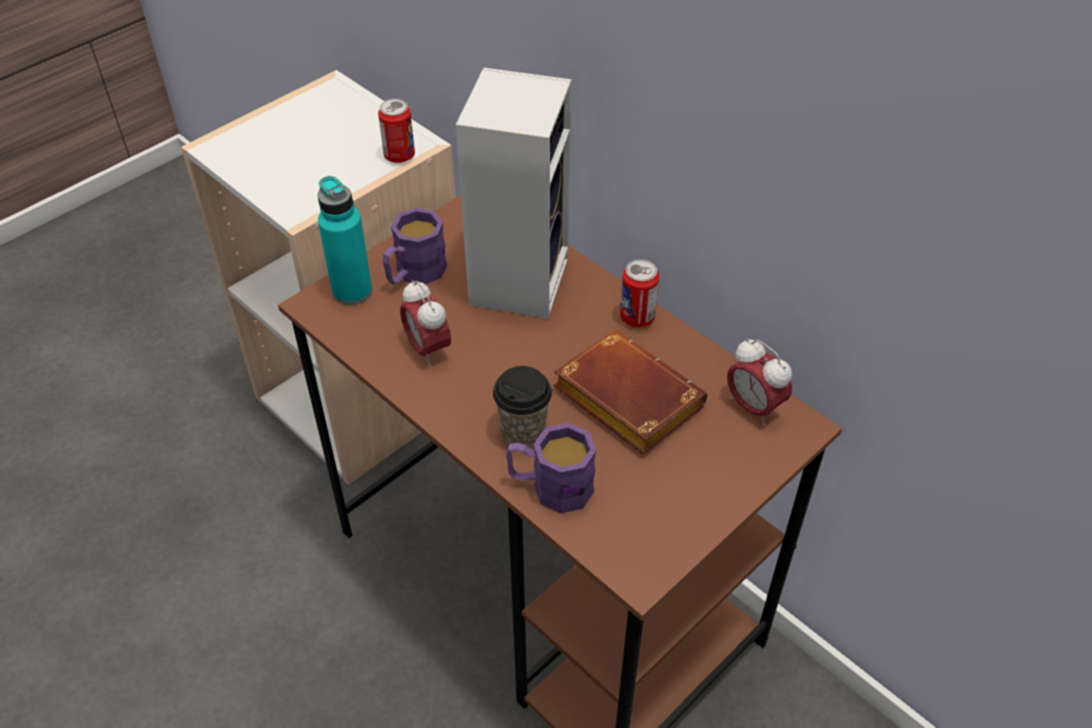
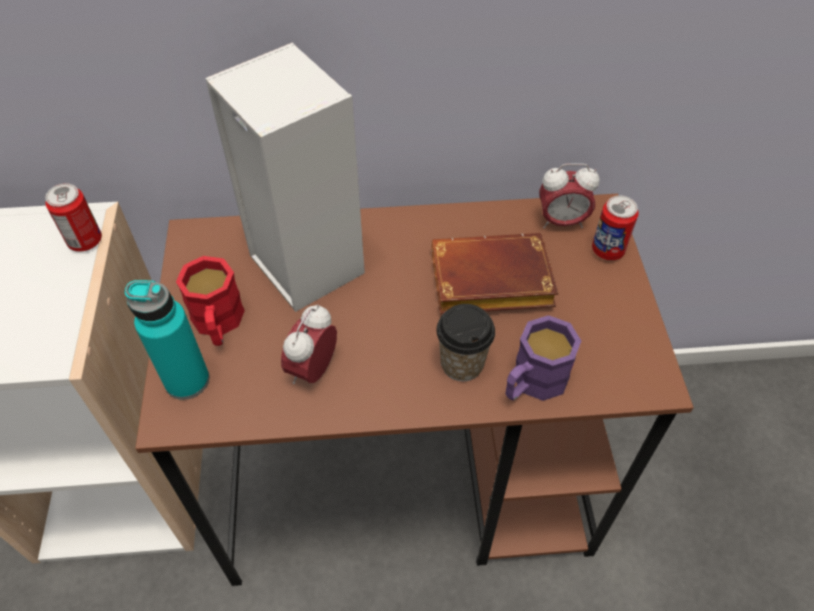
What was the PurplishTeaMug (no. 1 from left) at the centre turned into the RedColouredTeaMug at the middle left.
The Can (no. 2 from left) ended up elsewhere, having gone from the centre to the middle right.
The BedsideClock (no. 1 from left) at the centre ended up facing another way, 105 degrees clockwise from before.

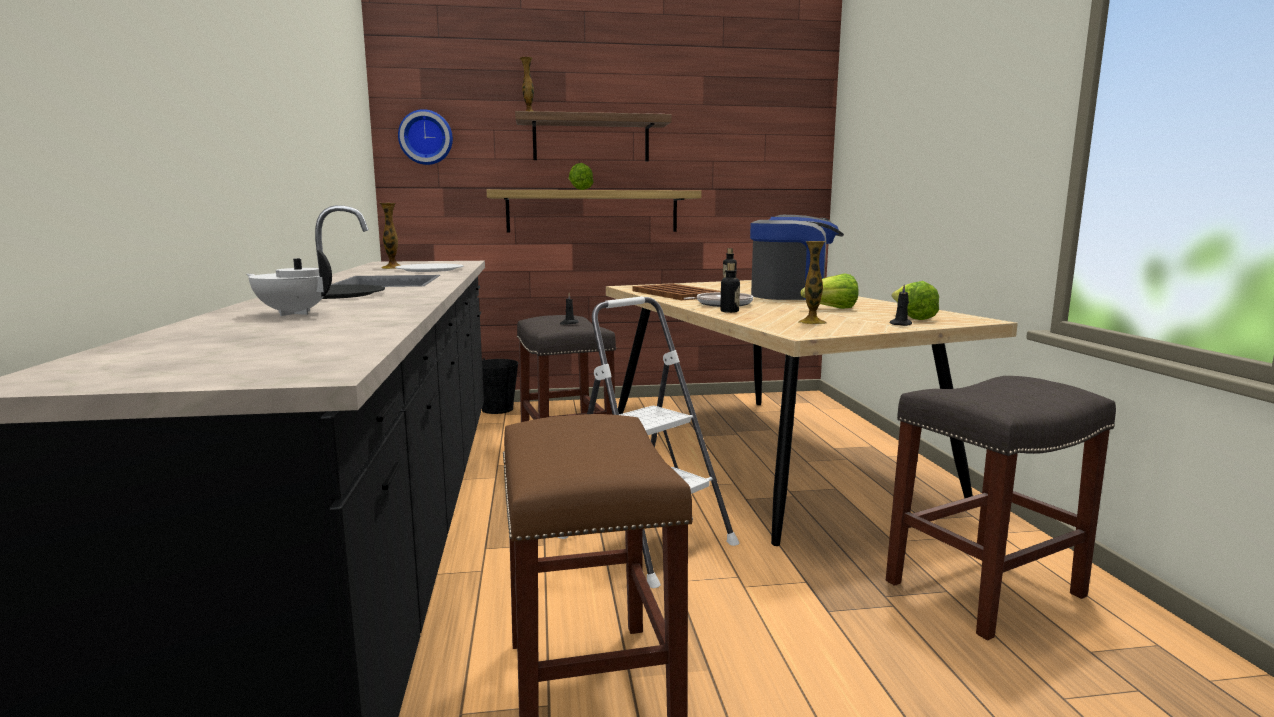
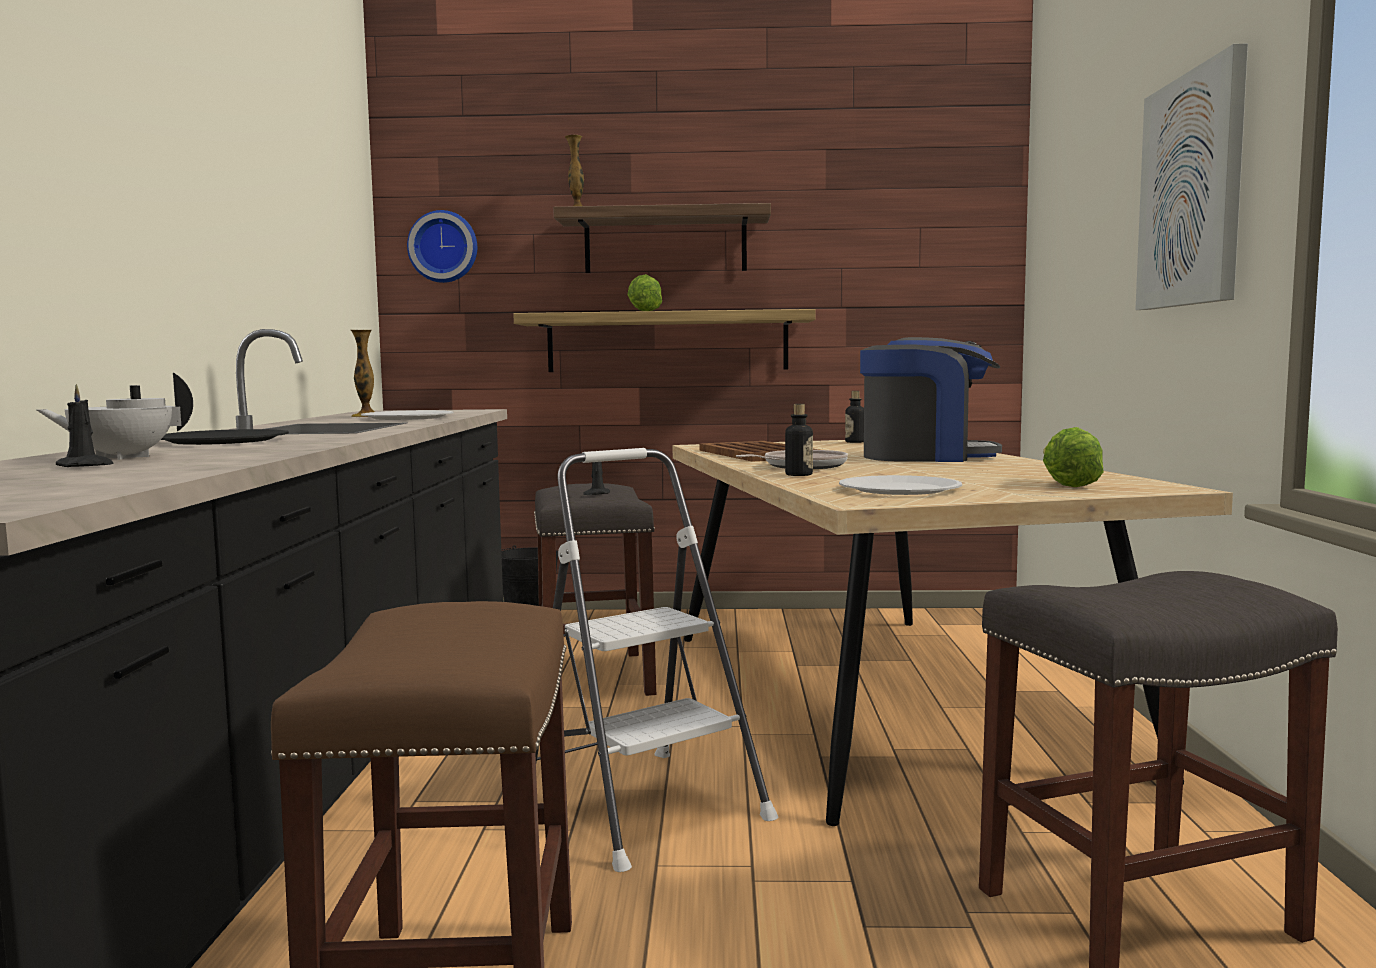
Where the DecorativeVase (no. 3 from left) stood at the centre, the WhiteColouredFlatDish (no. 2 from left) came to stand at the centre.
The WhiteColouredPotForTea at the middle left ended up facing another way, 45 degrees counterclockwise from before.
The second view lost the HeadOfLettuce (no. 2 from left) at the centre.
The BlackishCandle (no. 2 from left in the first image) ended up elsewhere, having gone from the middle right to the middle left.
The second view gained the WallArt at the top right.

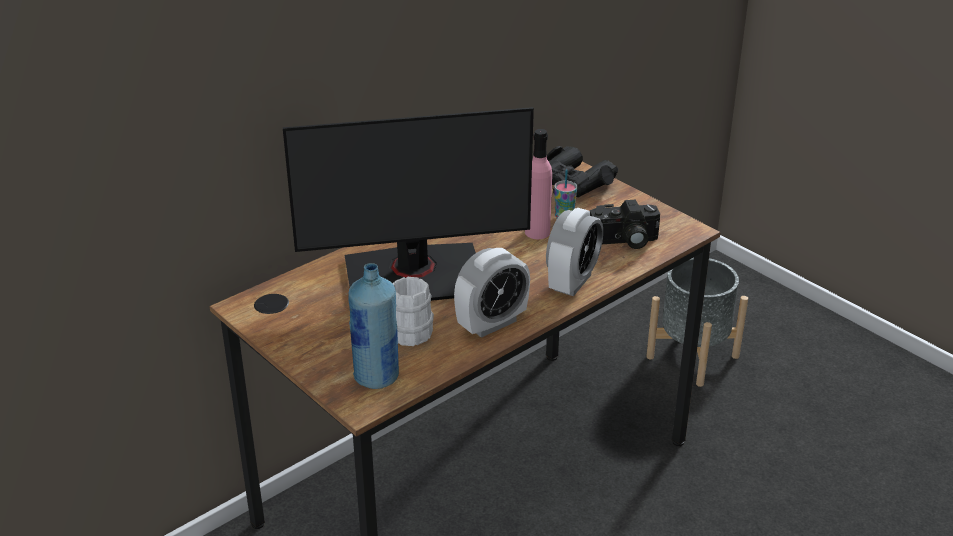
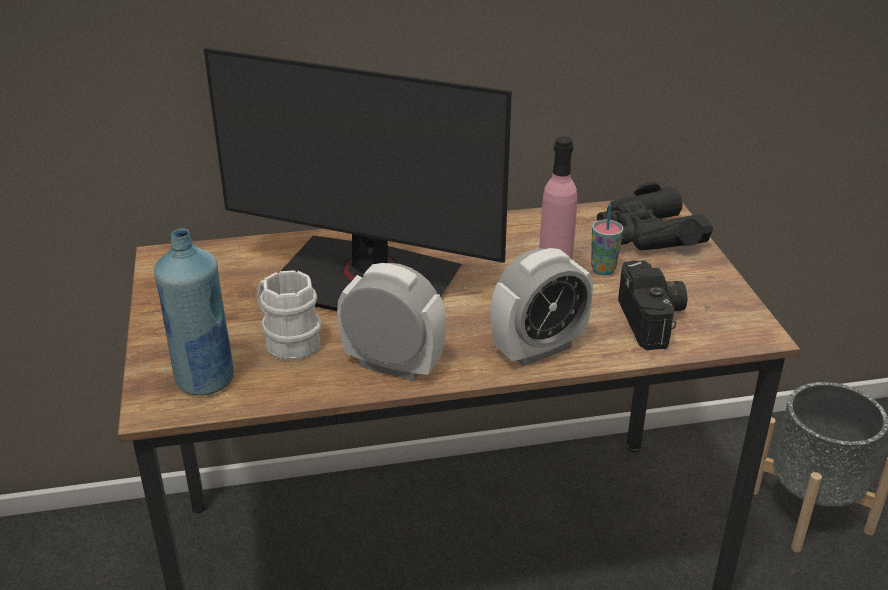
The PhotoCamera at the centre ended up facing another way, 120 degrees counterclockwise from before.
The BedsideClock (no. 1 from left) at the centre ended up facing another way, 150 degrees counterclockwise from before.

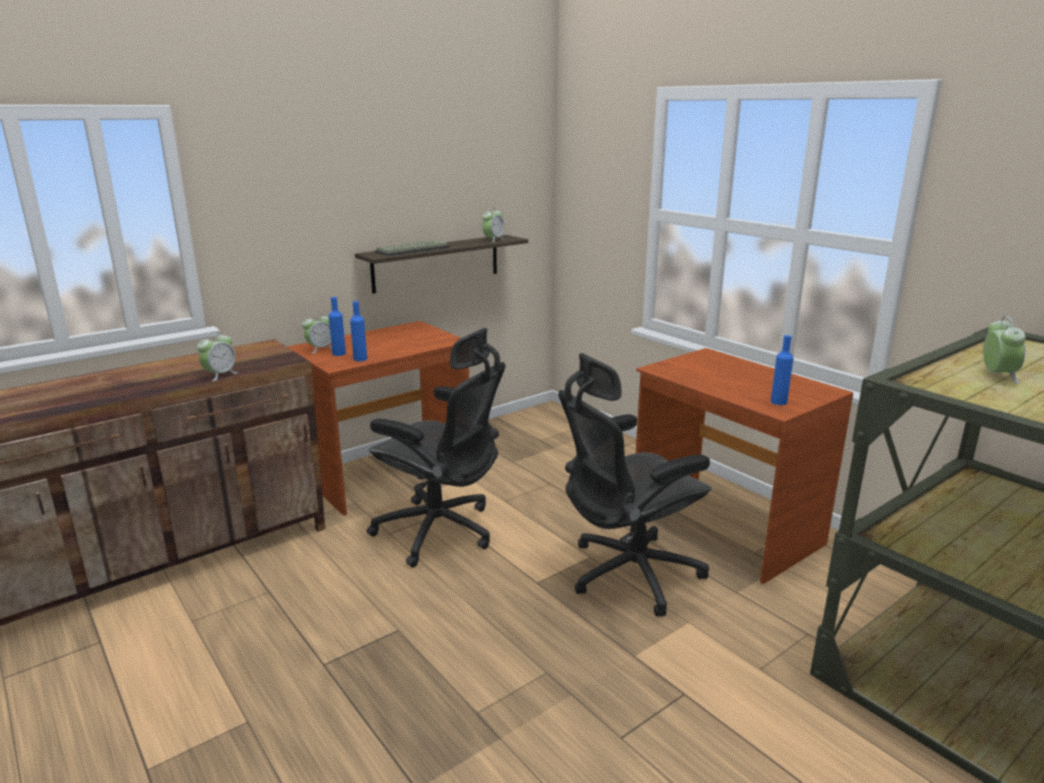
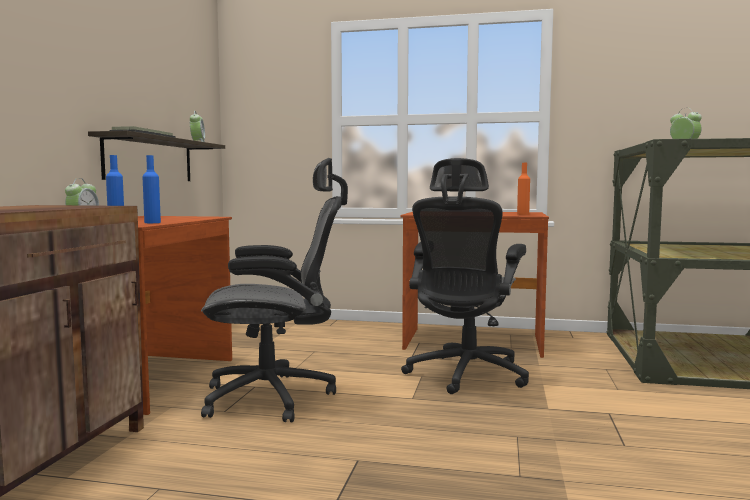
The second view lost the BedsideClock (no. 1 from left) at the middle left.
What was the BlueColouredDrinkBottle (no. 3 from left) at the middle right turned into the OrangeyDrinkBottle at the middle right.

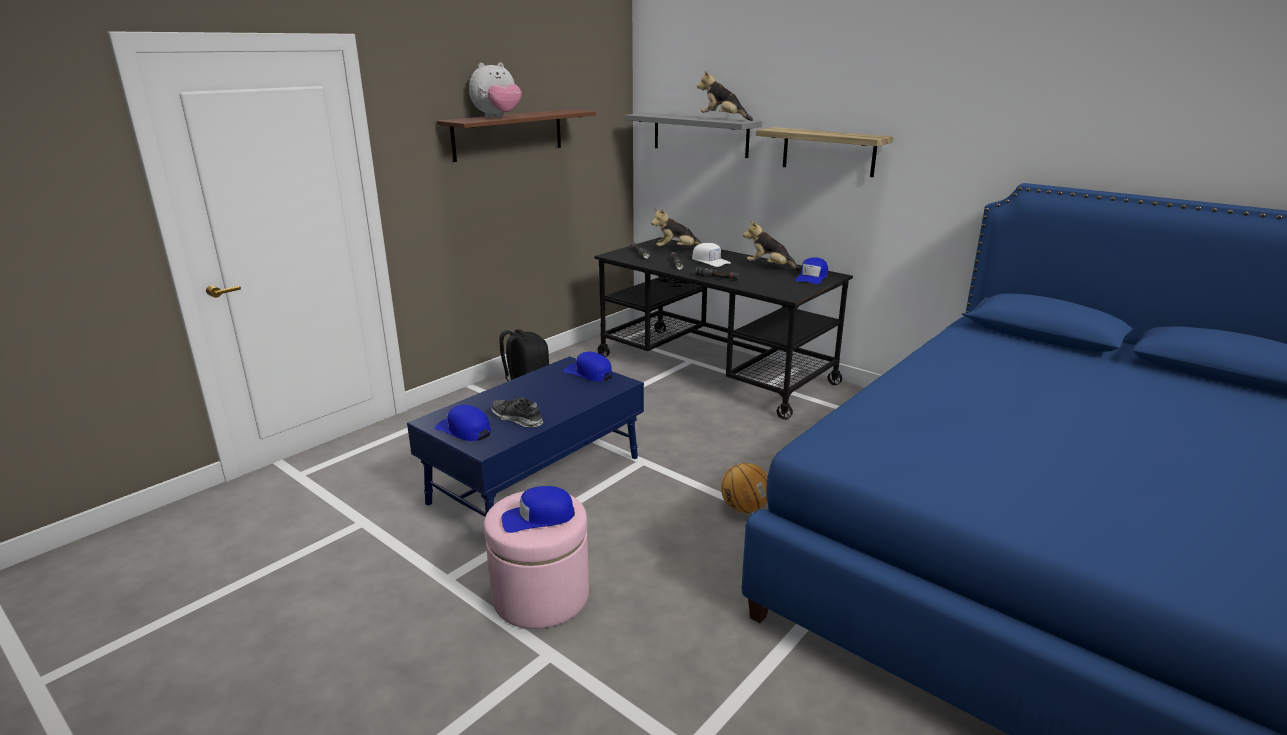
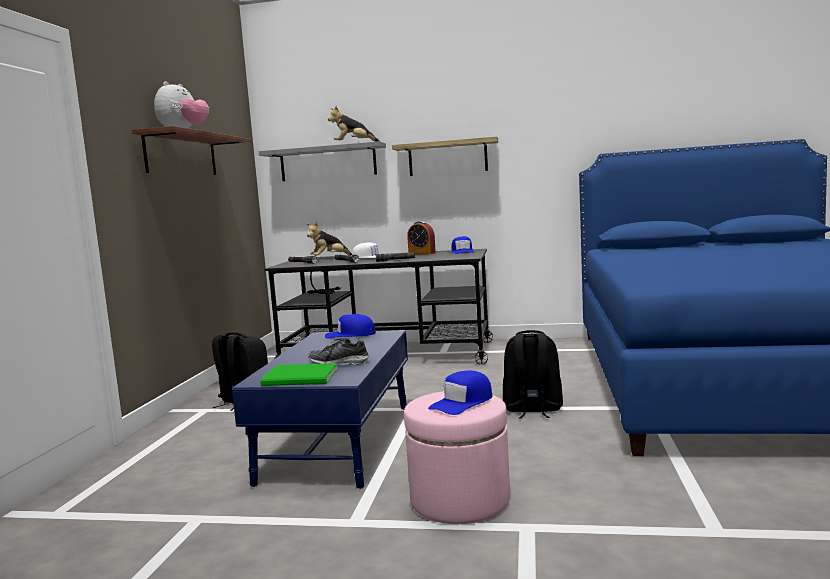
Where the PlushToy (no. 4 from left) stood at the centre, the BedsideClock came to stand at the centre.
Where the BlueColouredBaseballCap (no. 1 from left) stood at the centre, the GreenishVolume came to stand at the centre.
Where the BasketballBall stood at the centre, the BlackishBackpack (no. 2 from left) came to stand at the centre.

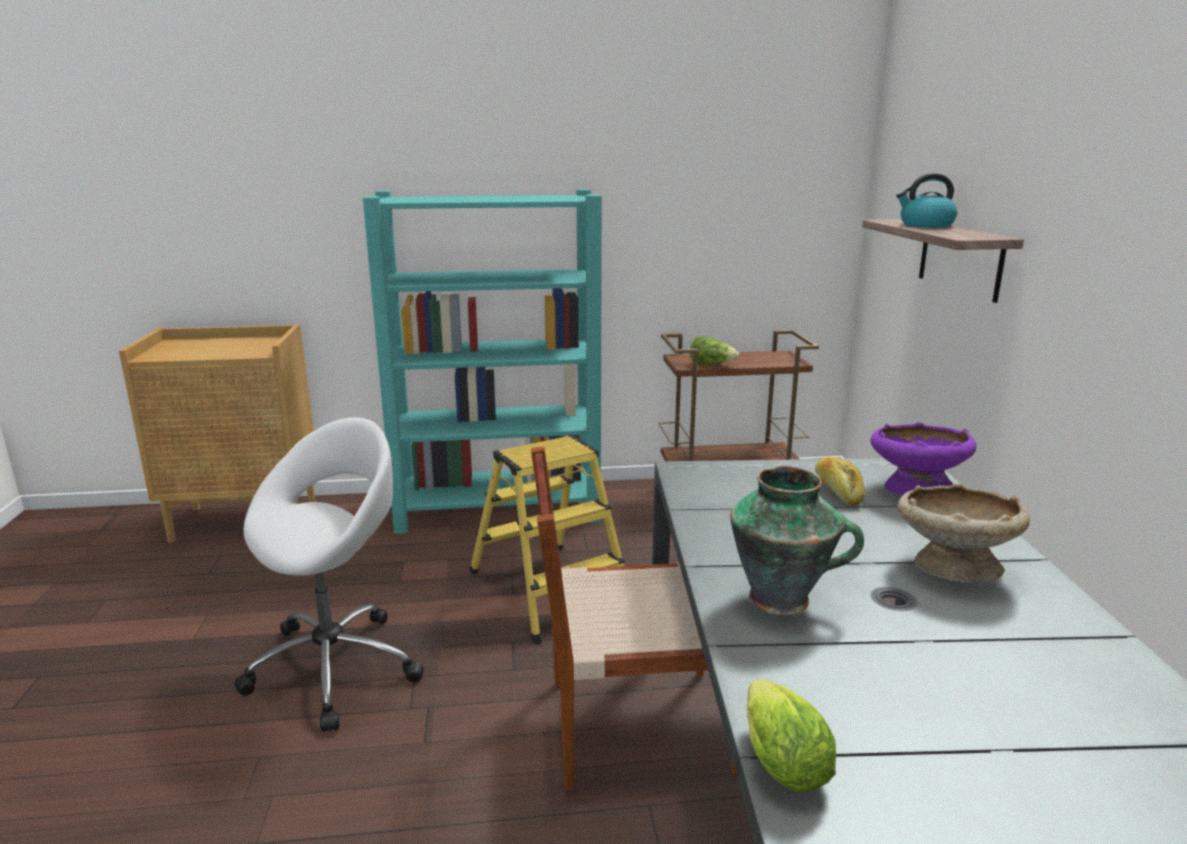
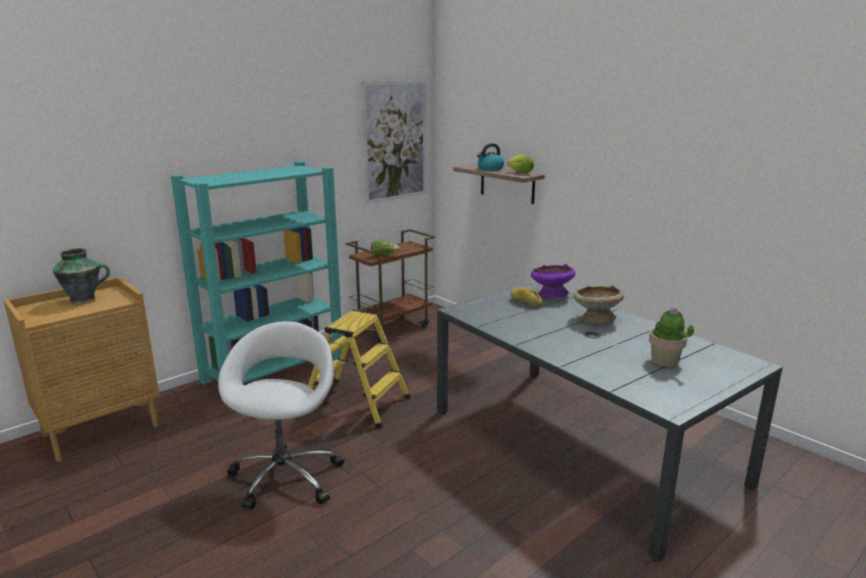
The second view lost the UprightChair at the bottom centre.
The DecorativeVase ended up elsewhere, having gone from the middle right to the middle left.
The HeadOfLettuce (no. 2 from left) ended up elsewhere, having gone from the bottom centre to the top centre.
The second view gained the WallArt at the top centre.
The second view gained the Houseplant at the middle right.

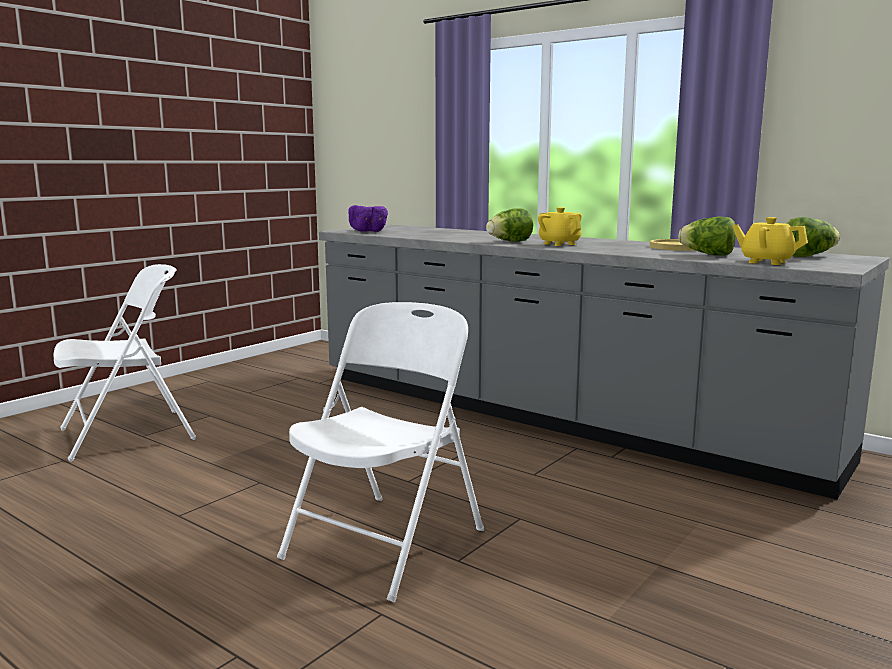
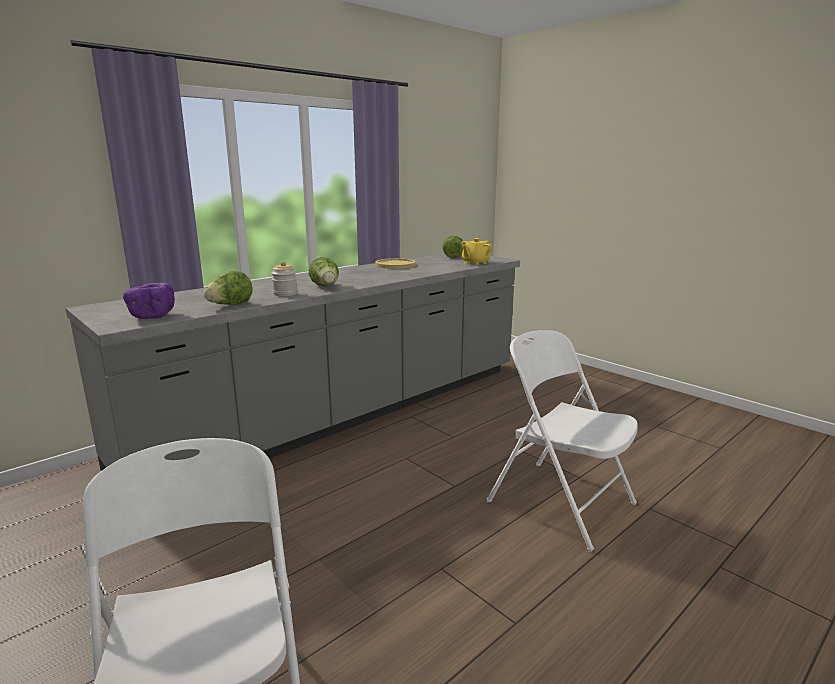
The second view lost the YellowishPotForTea (no. 1 from left) at the centre.
The HeadOfLettuce (no. 2 from left in the first image) ended up elsewhere, having gone from the middle right to the middle left.
The second view gained the Jar at the centre.

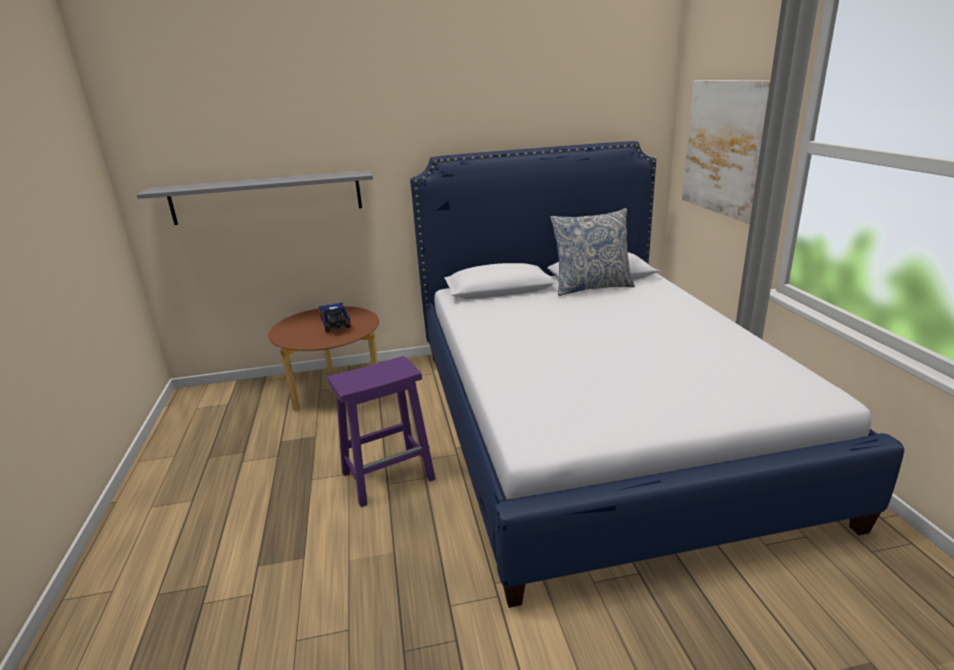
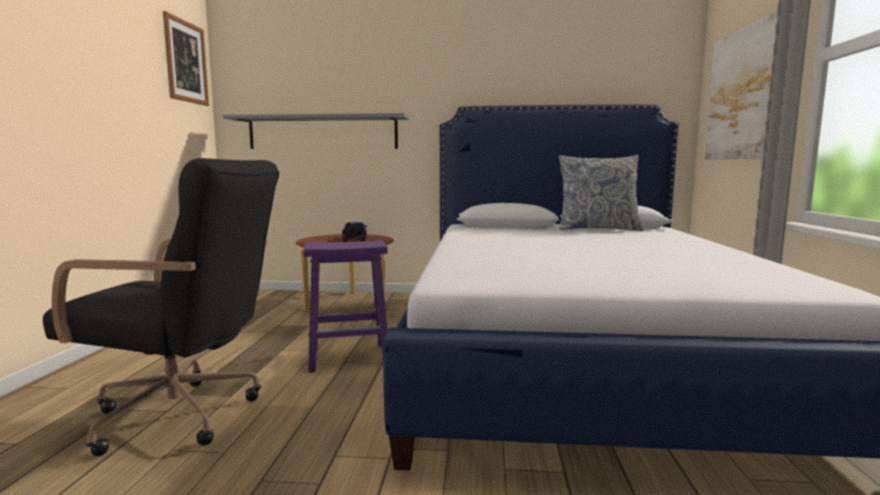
The second view gained the WallArt (no. 1 from left) at the top left.
The second view gained the BlackishDeskChair at the middle left.

